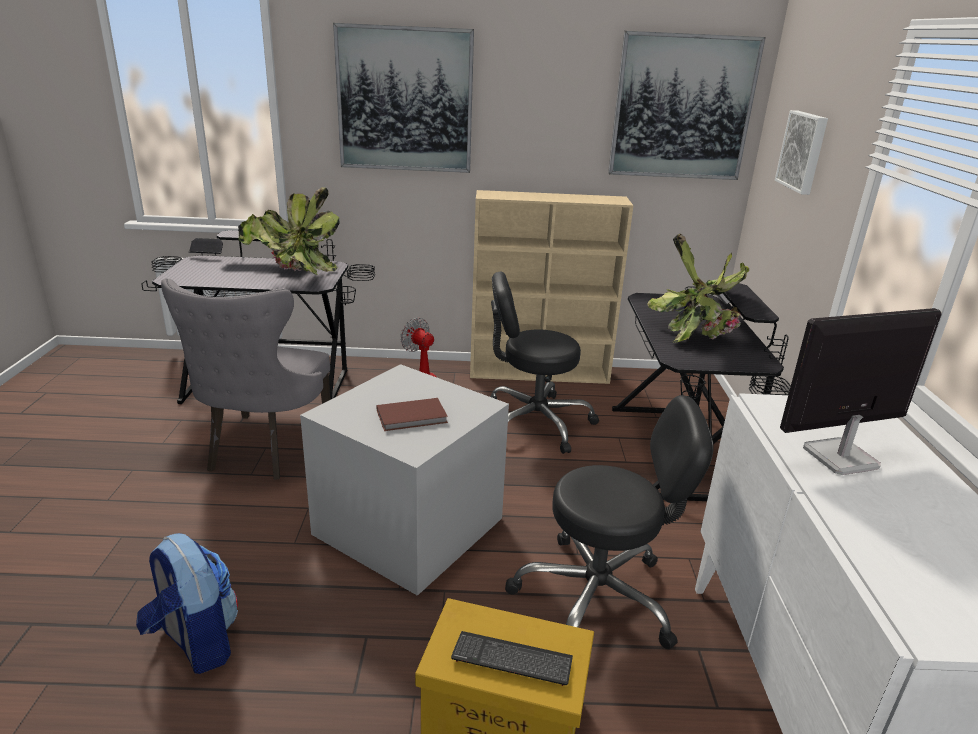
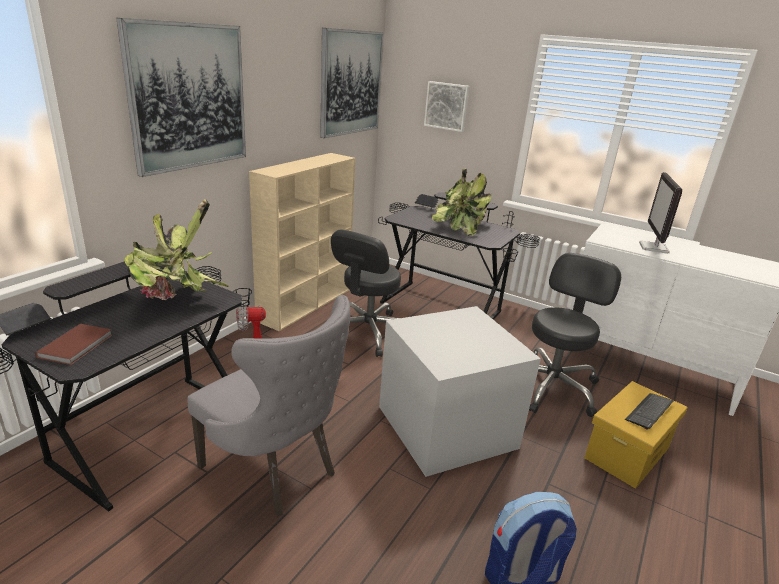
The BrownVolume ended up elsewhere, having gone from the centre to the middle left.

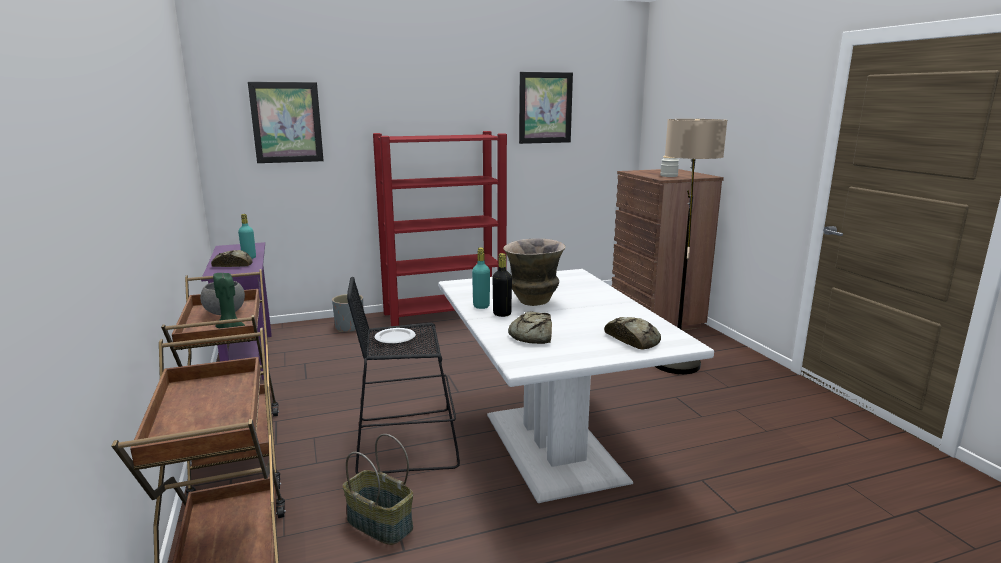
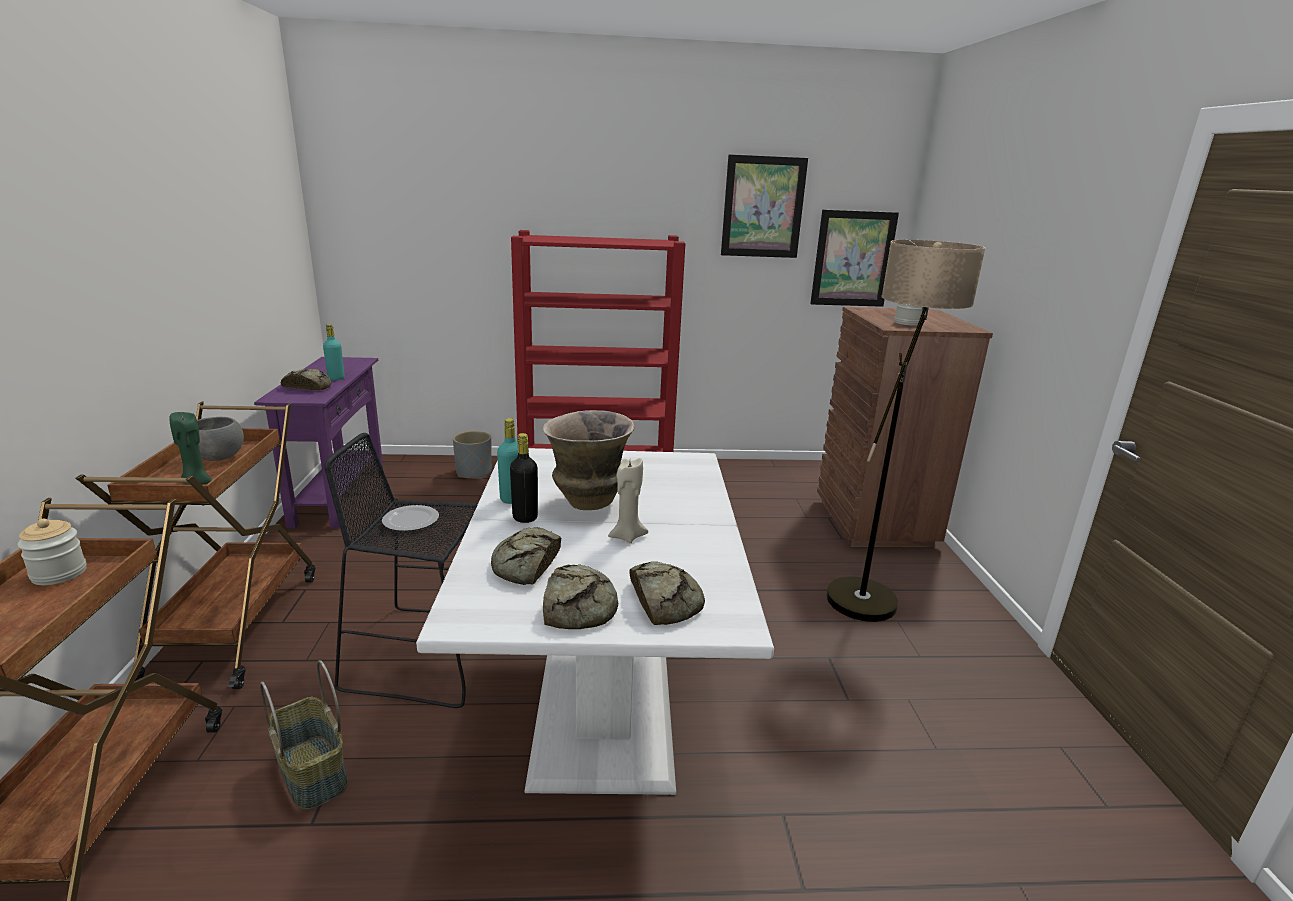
The WallArt (no. 1 from left in the first image) ended up elsewhere, having gone from the top left to the top centre.
The second view gained the BeigeColouredCandle at the centre.
The second view gained the Jar (no. 1 from left) at the middle left.
The second view gained the BakeryBread (no. 3 from left) at the centre.

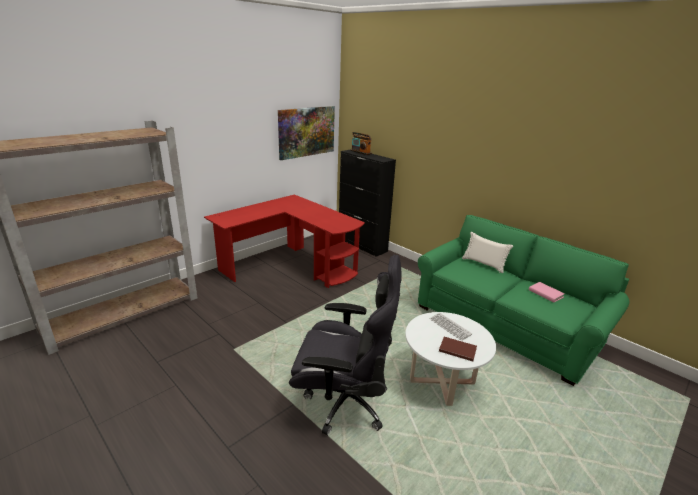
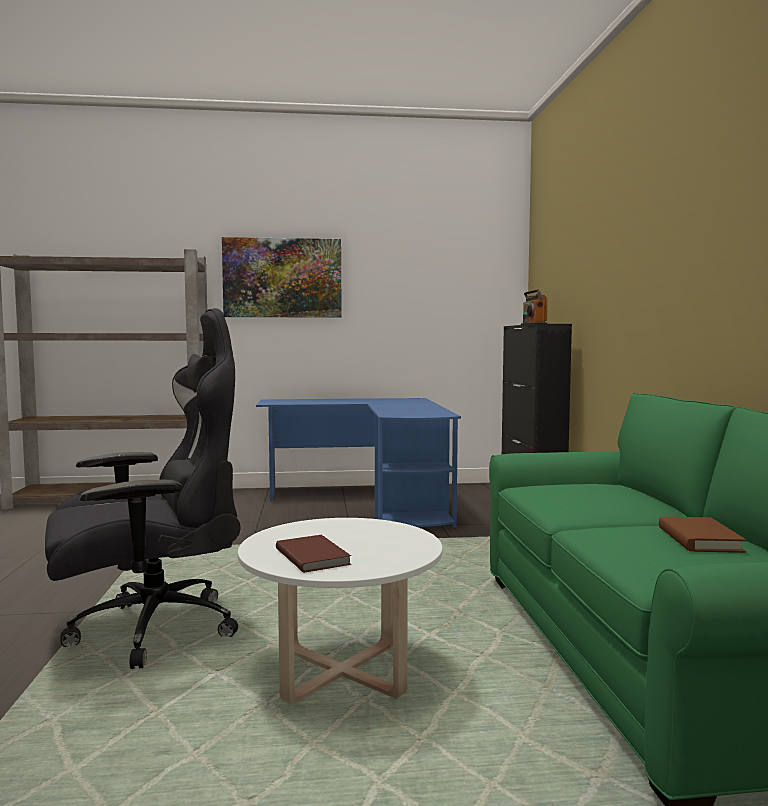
The WallArt ended up elsewhere, having gone from the top centre to the centre.
What was the RedColouredDesk at the centre turned into the BlueColouredDesk at the centre.
The second view lost the WhiteColouredThrowPillow at the middle right.
The BlackishDeskChair at the bottom centre ended up facing another way, 75 degrees counterclockwise from before.
What was the PinkVolume at the middle right turned into the BrownVolume (no. 2 from left) at the middle right.
The second view lost the PcKeyboard at the centre.

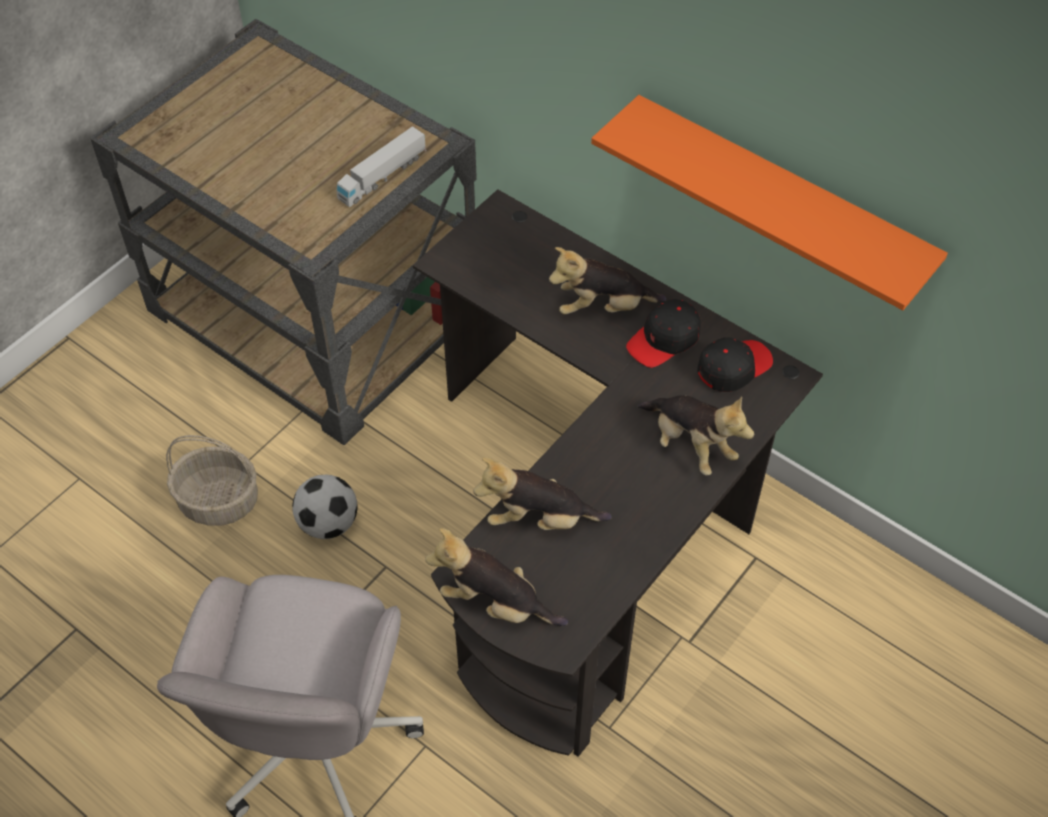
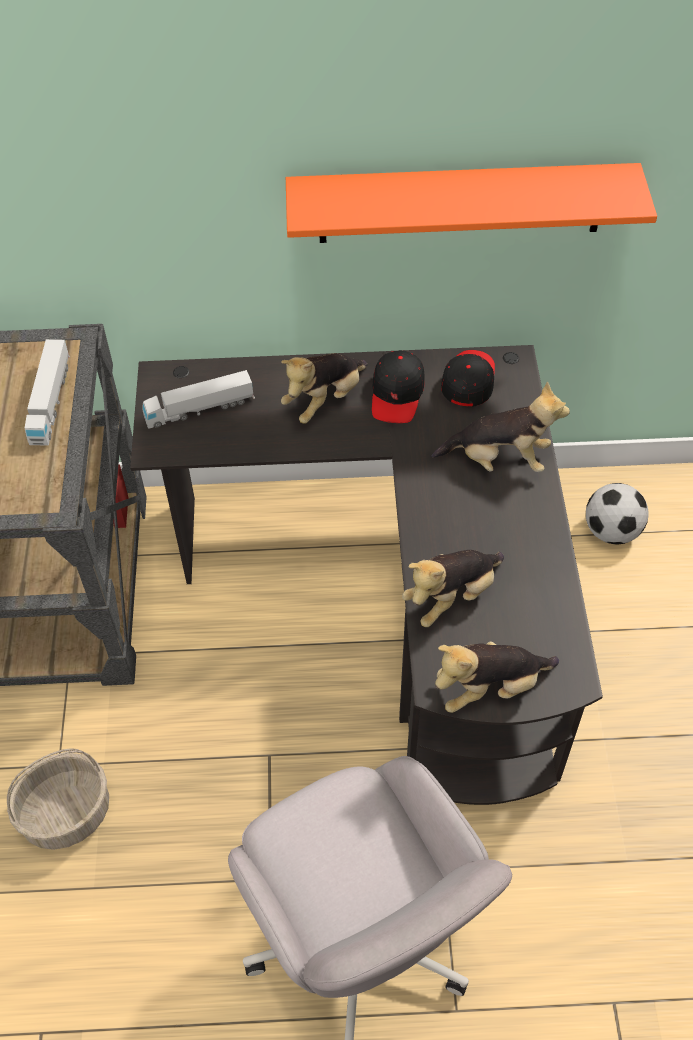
The FootballBall ended up elsewhere, having gone from the middle left to the middle right.
The second view gained the ModelTruck (no. 2 from left) at the middle left.

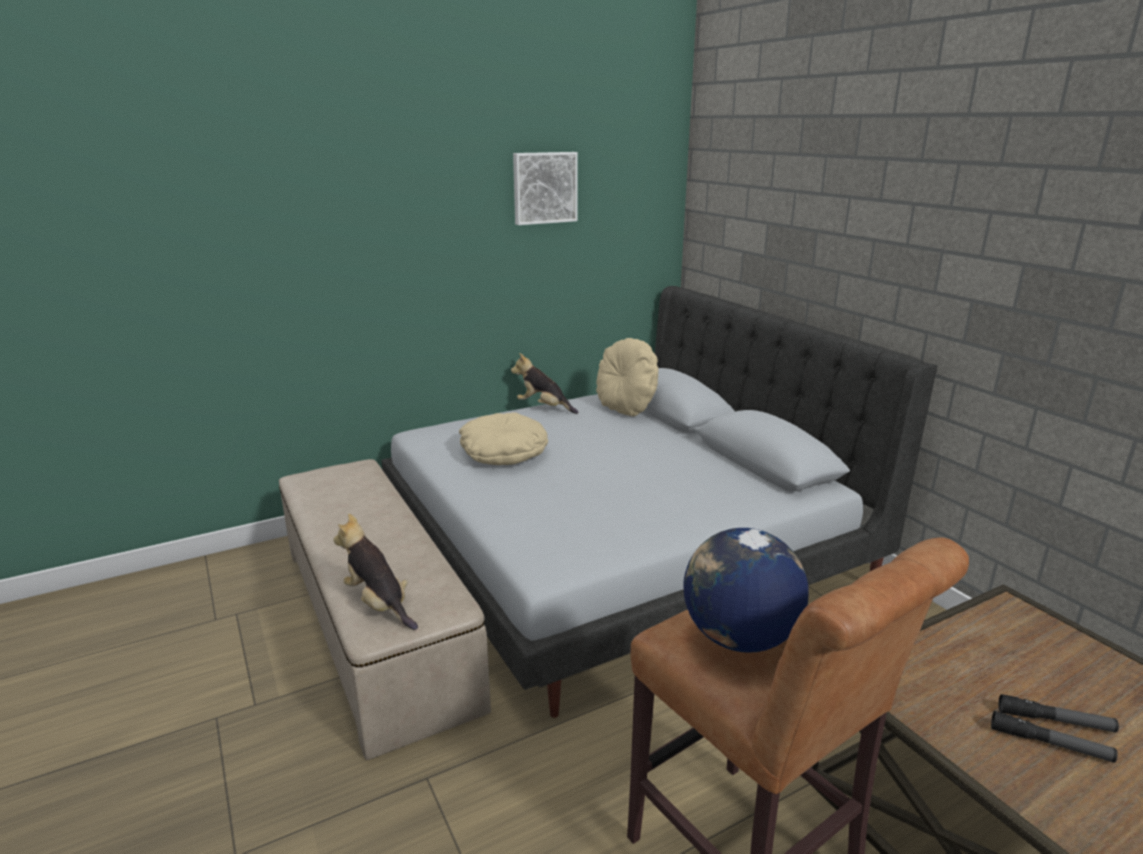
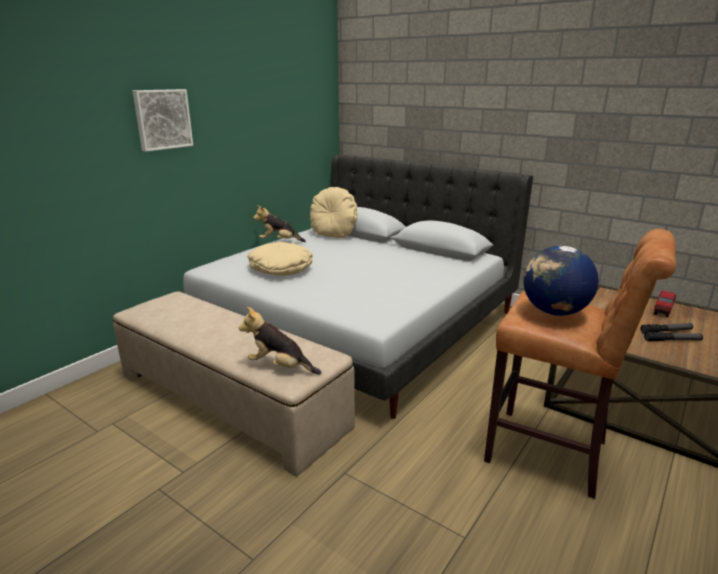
The WallArt ended up elsewhere, having gone from the top centre to the top left.
The second view gained the ModelTruck at the middle right.

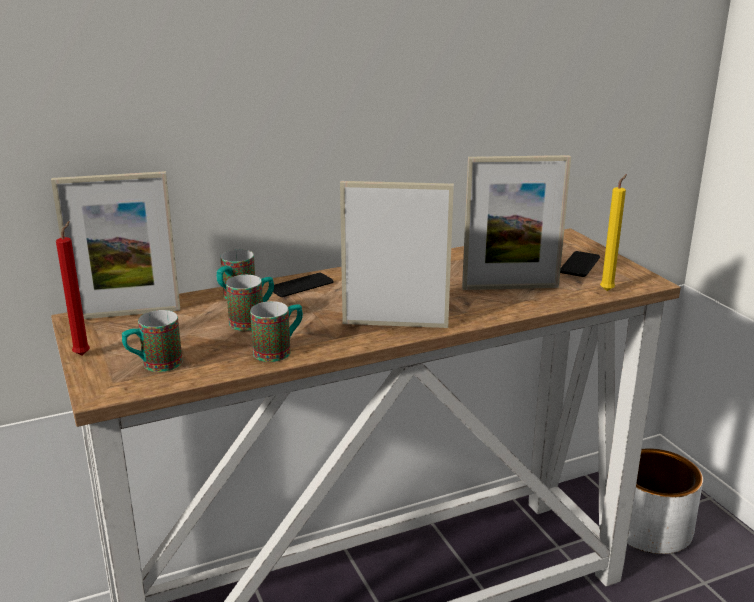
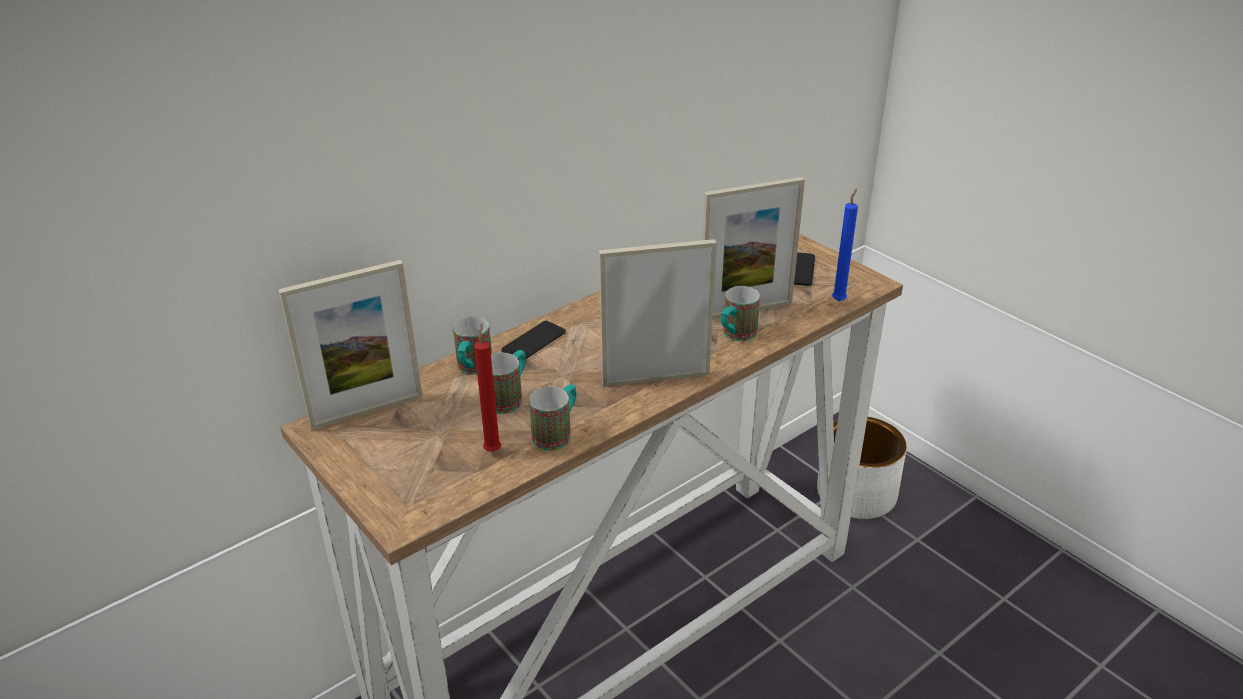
What was the YellowishCandle at the middle right turned into the BlueColouredCandle at the middle right.
The RedColouredCandle ended up elsewhere, having gone from the middle left to the centre.
The TeaMug (no. 1 from left in the first image) ended up elsewhere, having gone from the middle left to the centre.

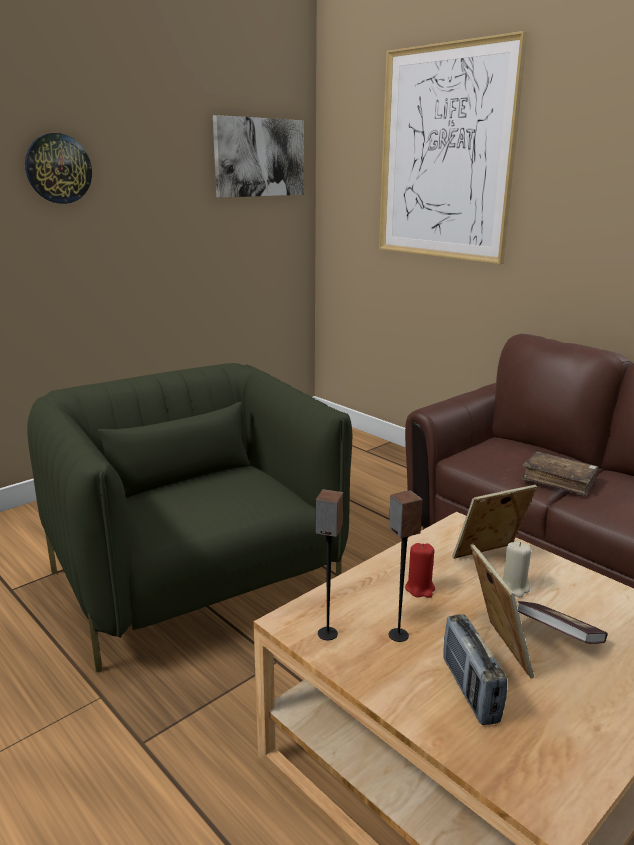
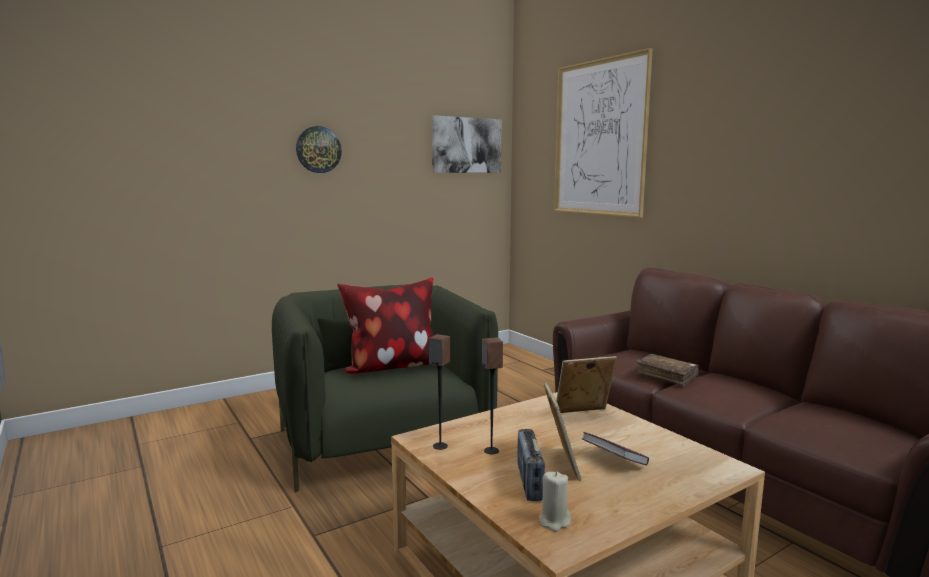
The BeigeColouredCandle ended up elsewhere, having gone from the bottom right to the bottom centre.
The second view lost the RedColouredCandle at the bottom centre.
The second view gained the ThrowPillow at the centre.

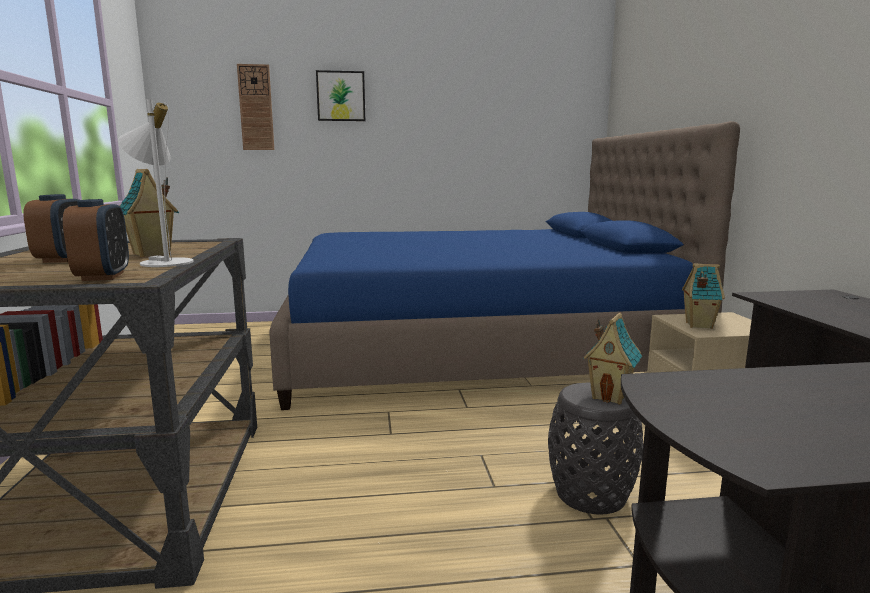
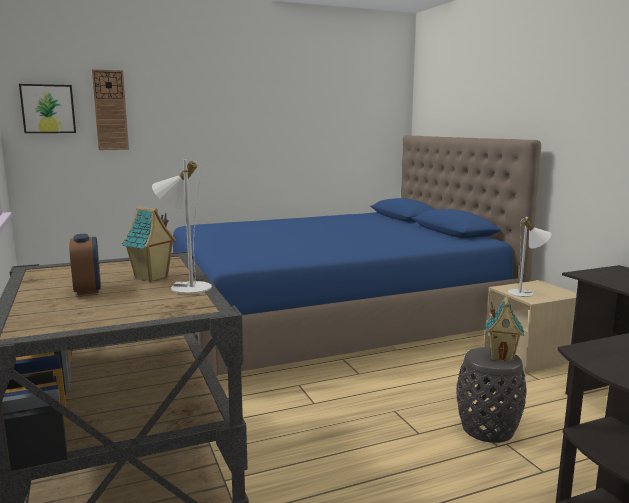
The WallArt ended up elsewhere, having gone from the top centre to the top left.
The second view lost the BedsideClock (no. 2 from left) at the middle left.
Where the ModelHouse (no. 3 from left) stood at the middle right, the WhiteColouredTabletopLamp (no. 2 from left) came to stand at the middle right.

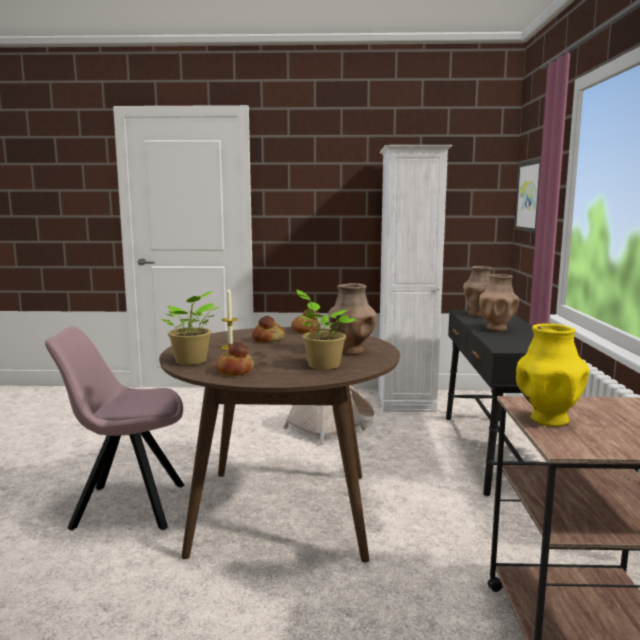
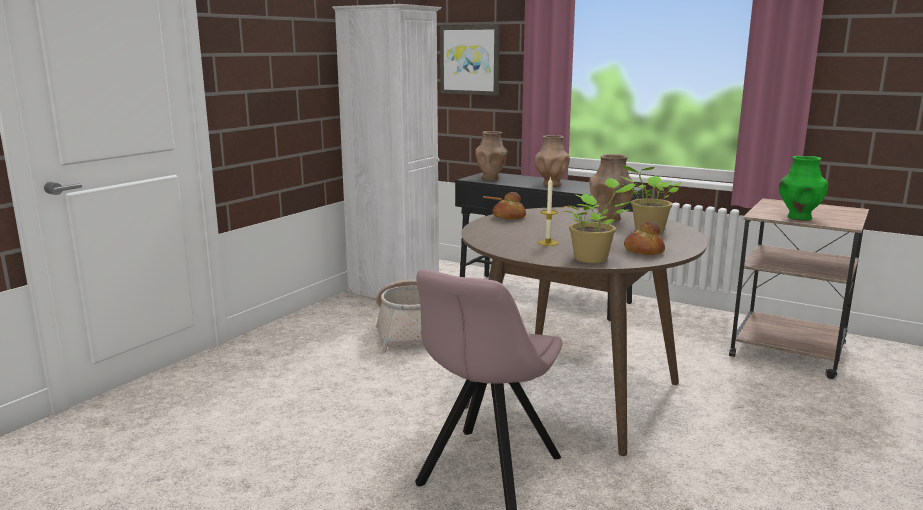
The second view lost the BakeryBread (no. 2 from left) at the centre.
What was the YellowishDecorativeVase at the middle right turned into the GreenishDecorativeVase at the middle right.

